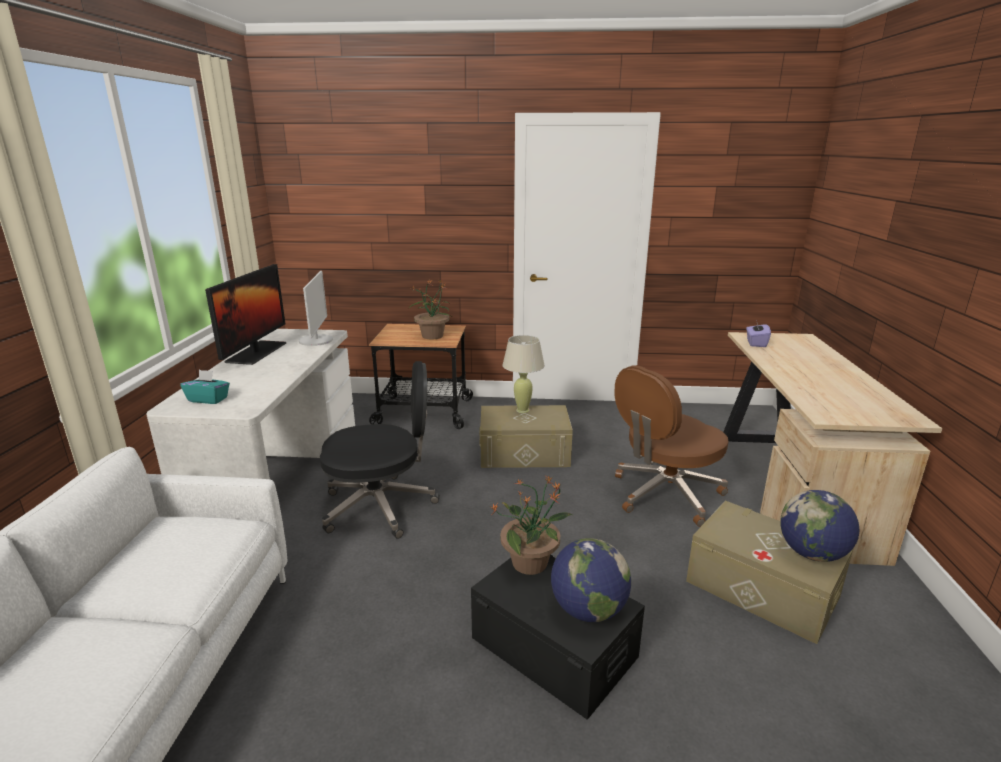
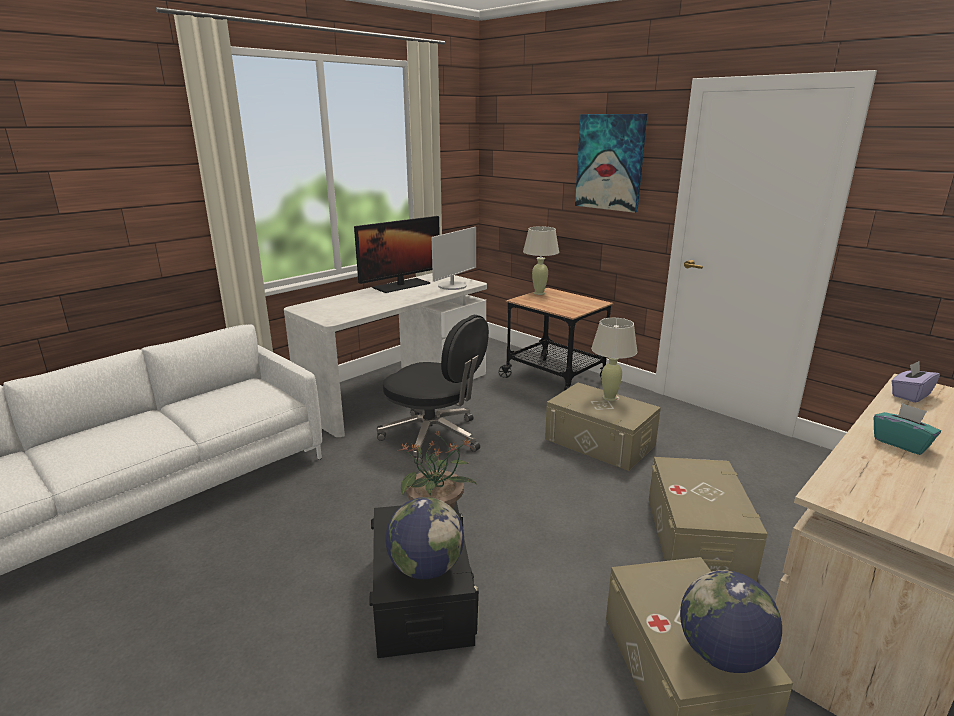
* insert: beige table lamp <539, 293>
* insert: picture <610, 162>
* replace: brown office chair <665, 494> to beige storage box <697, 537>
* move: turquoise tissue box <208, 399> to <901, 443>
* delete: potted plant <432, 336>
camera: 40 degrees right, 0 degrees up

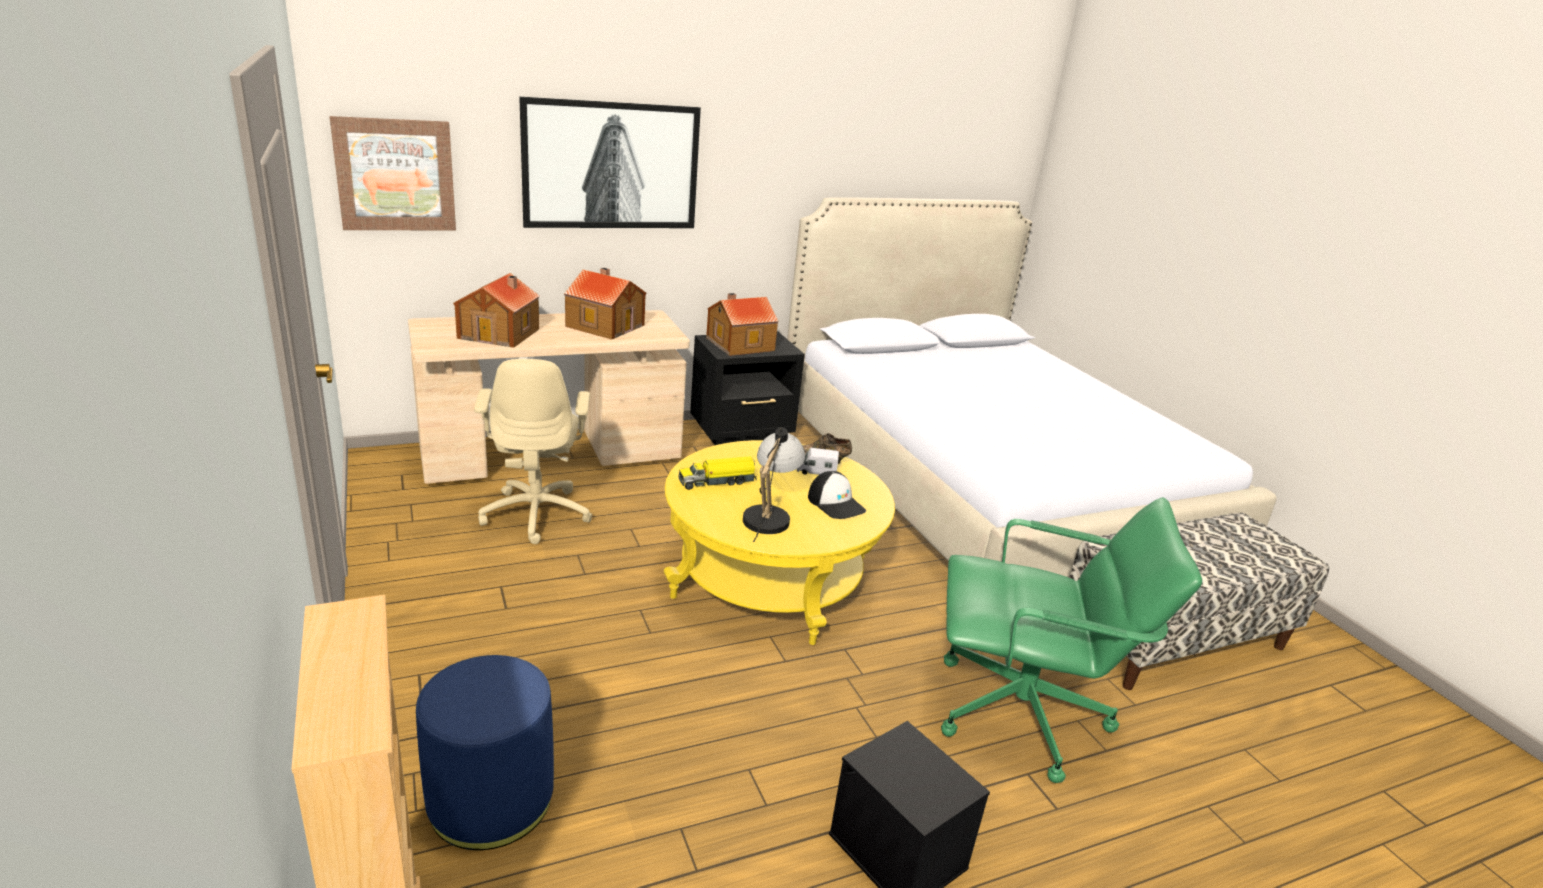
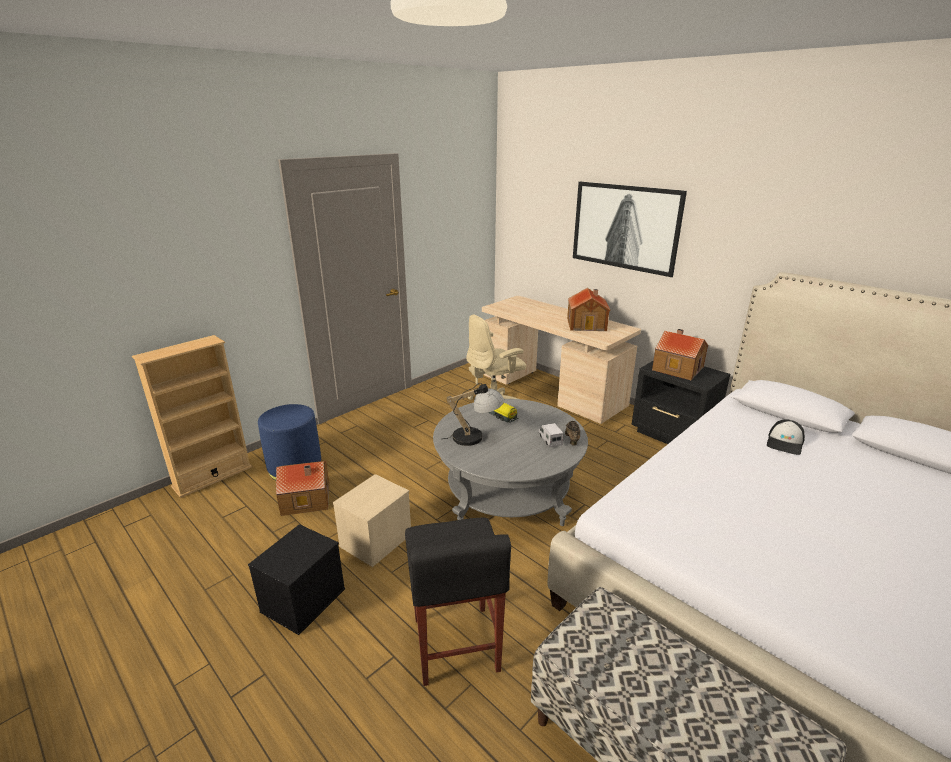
* move: toy house <501, 333> to <306, 499>
* insert: beige storage box <376, 541>
* replace: green office chair <1022, 715> to black stool <455, 645>
* recolor: yellow coffee table <770, 581> to grey coffee table <508, 493>
* move: cap <836, 504> to <785, 443>
* delete: picture <395, 175>
camera: 70 degrees right, 0 degrees up

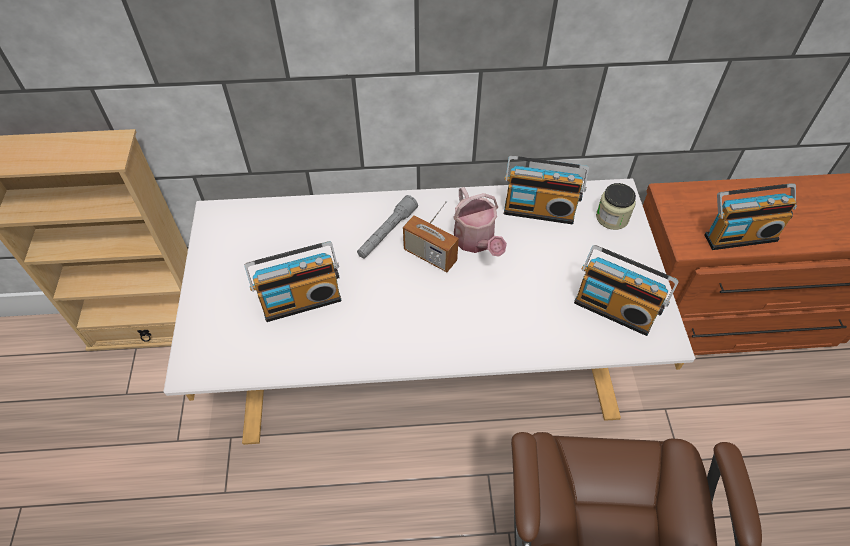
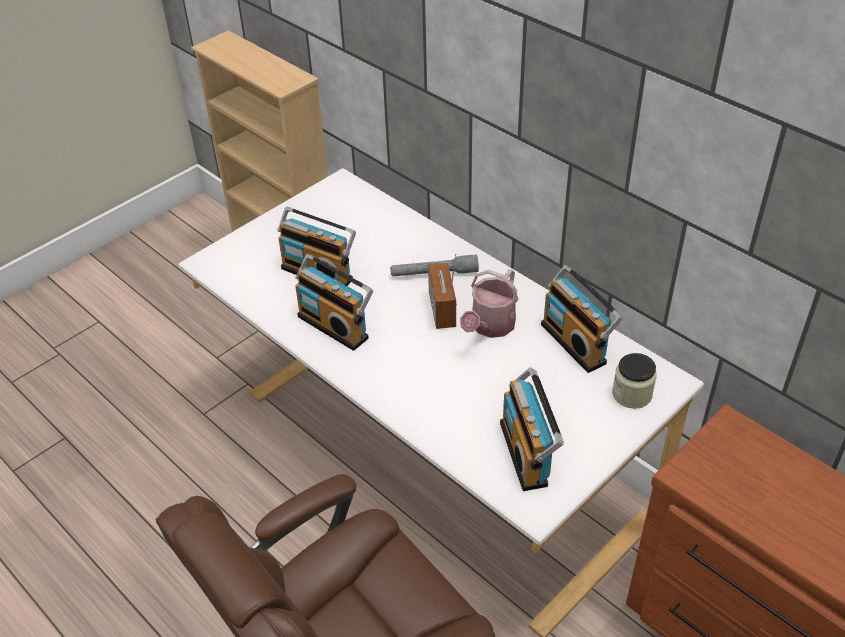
* move: radio <739, 235> to <335, 325>
camera: 50 degrees right, 10 degrees down

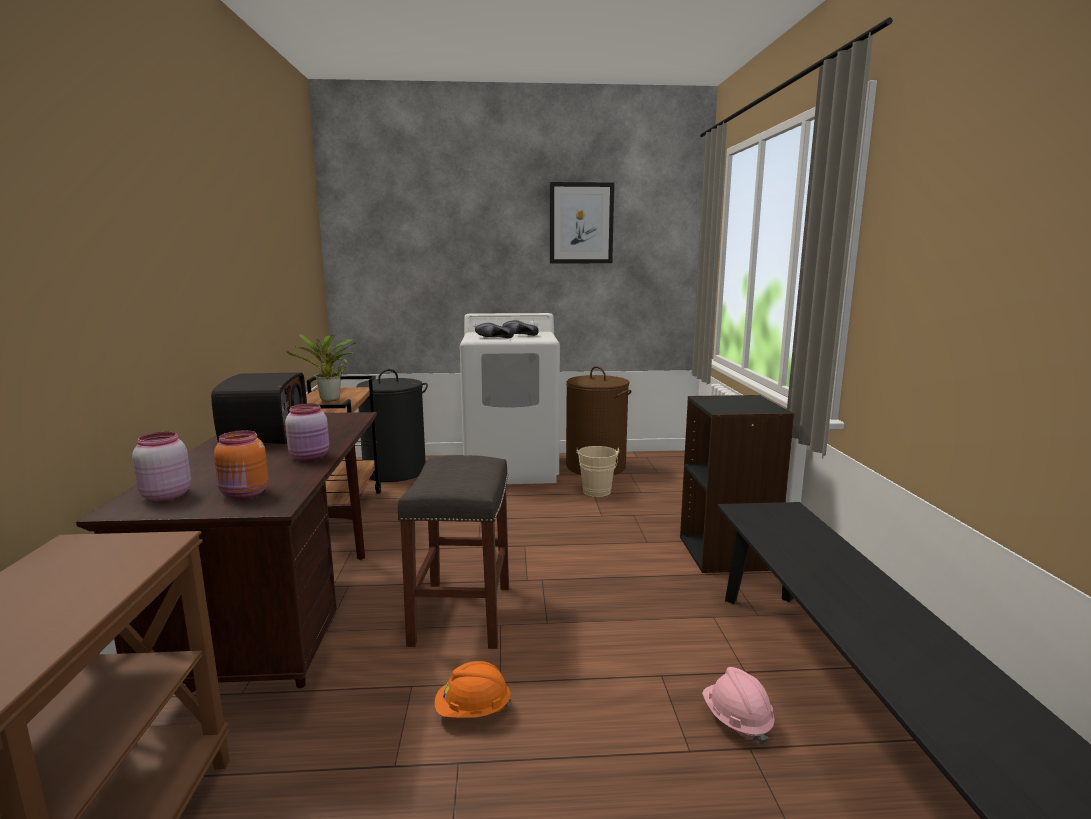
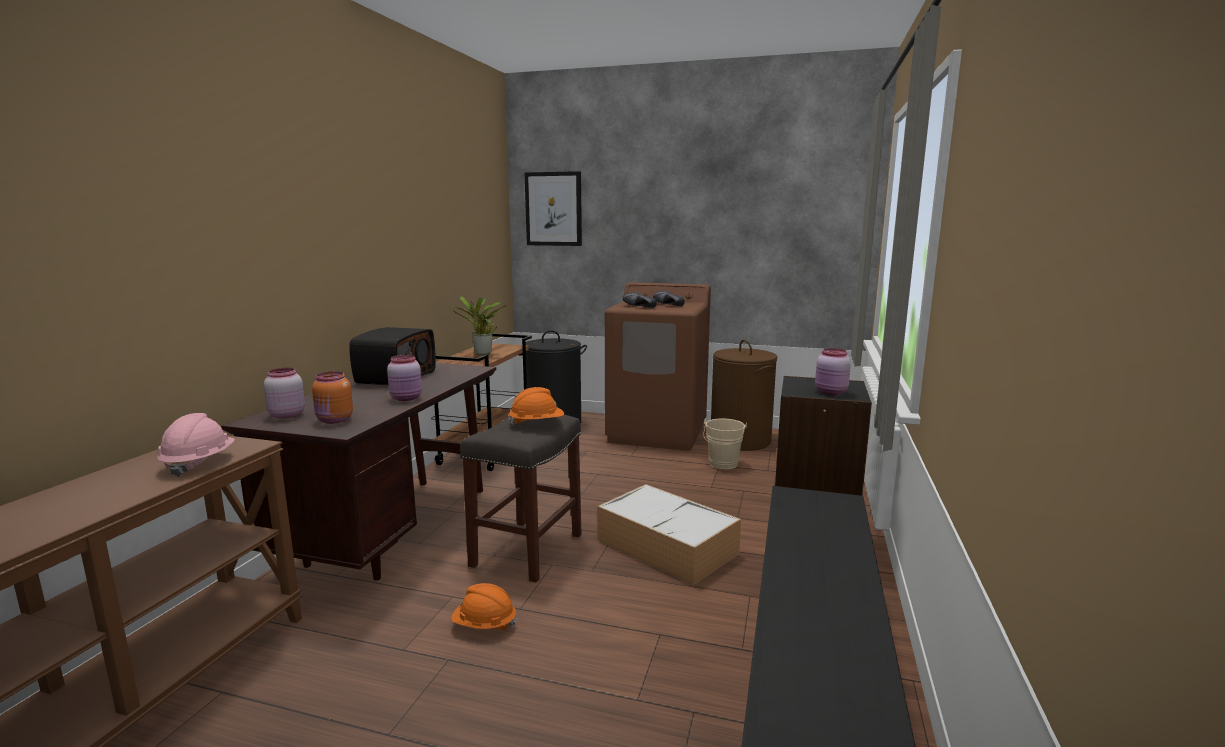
* move: pink hard hat <736, 720> to <199, 463>
* insert: orange hard hat <537, 424>
* move: picture <581, 223> to <553, 209>
* insert: storage box <668, 547>
* recolor: white washing machine <512, 468> to brown washing machine <658, 433>
* insert: pink jar <831, 392>
camera: 20 degrees right, 0 degrees up

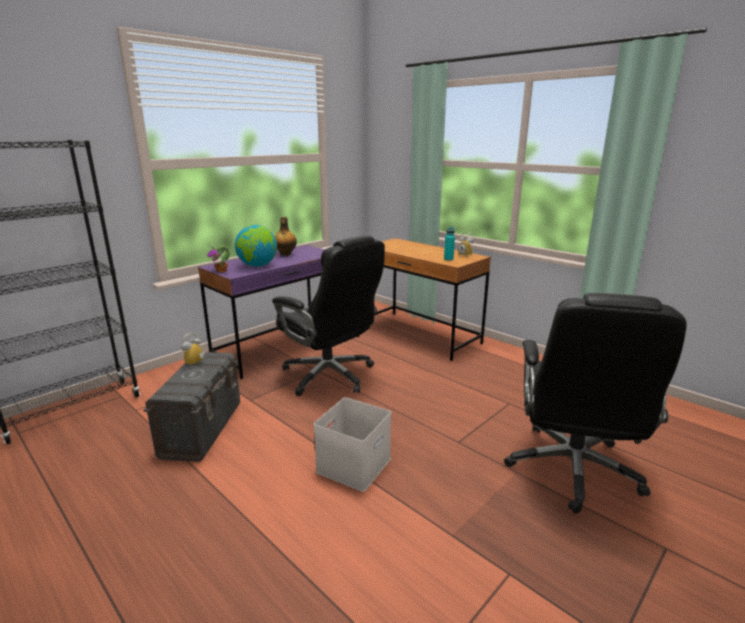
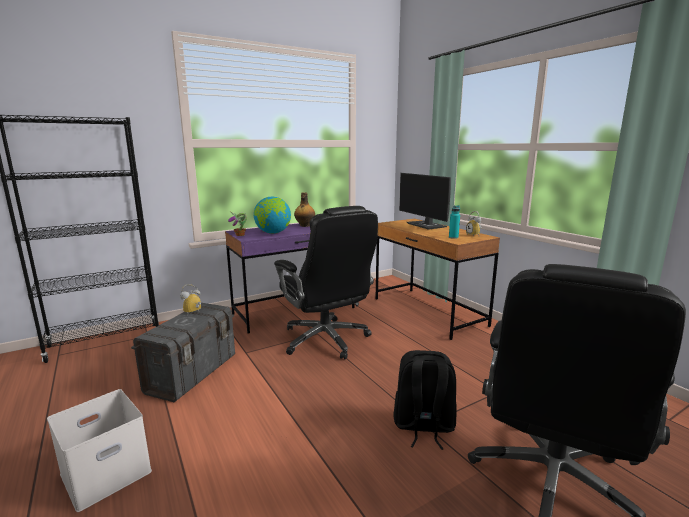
* move: white storage box <354, 466> to <105, 474>
* insert: black backpack <423, 426>
* insert: monitor <426, 225>
camera: 15 degrees right, 5 degrees down

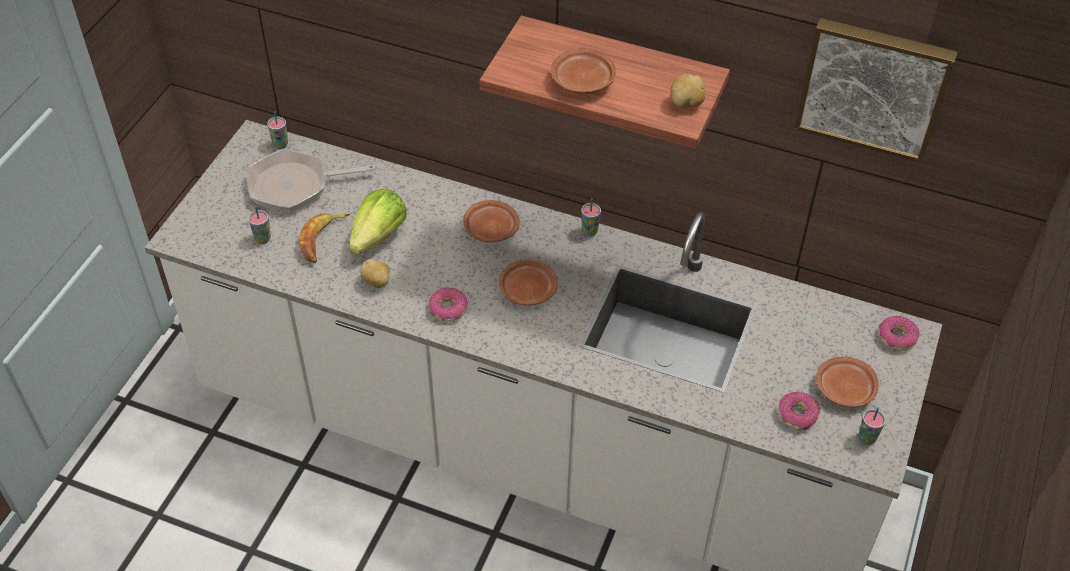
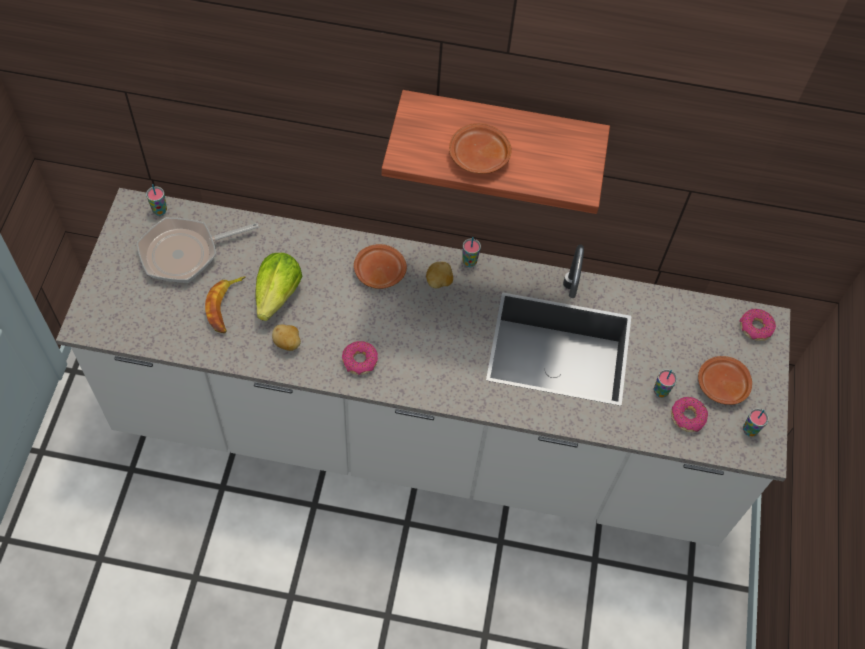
* move: potato <686, 103> to <439, 282>
* move: cup <263, 239> to <660, 391>
* delete: brown plate <527, 289>
* delete: picture <873, 87>
camera: 15 degrees left, 10 degrees up

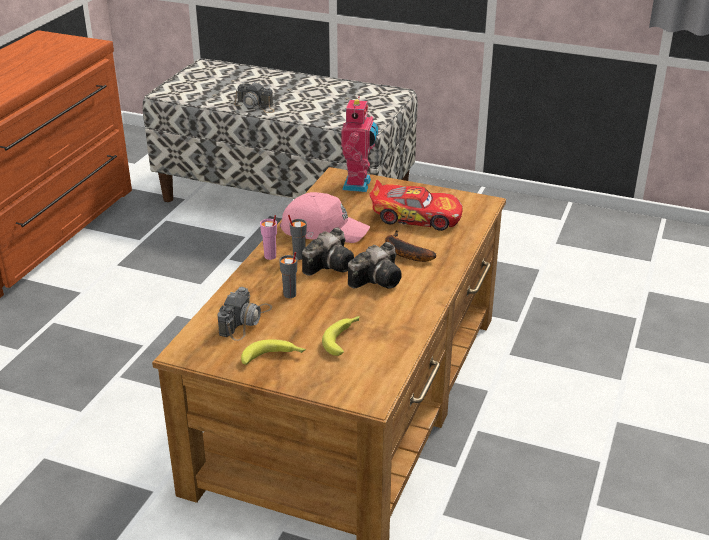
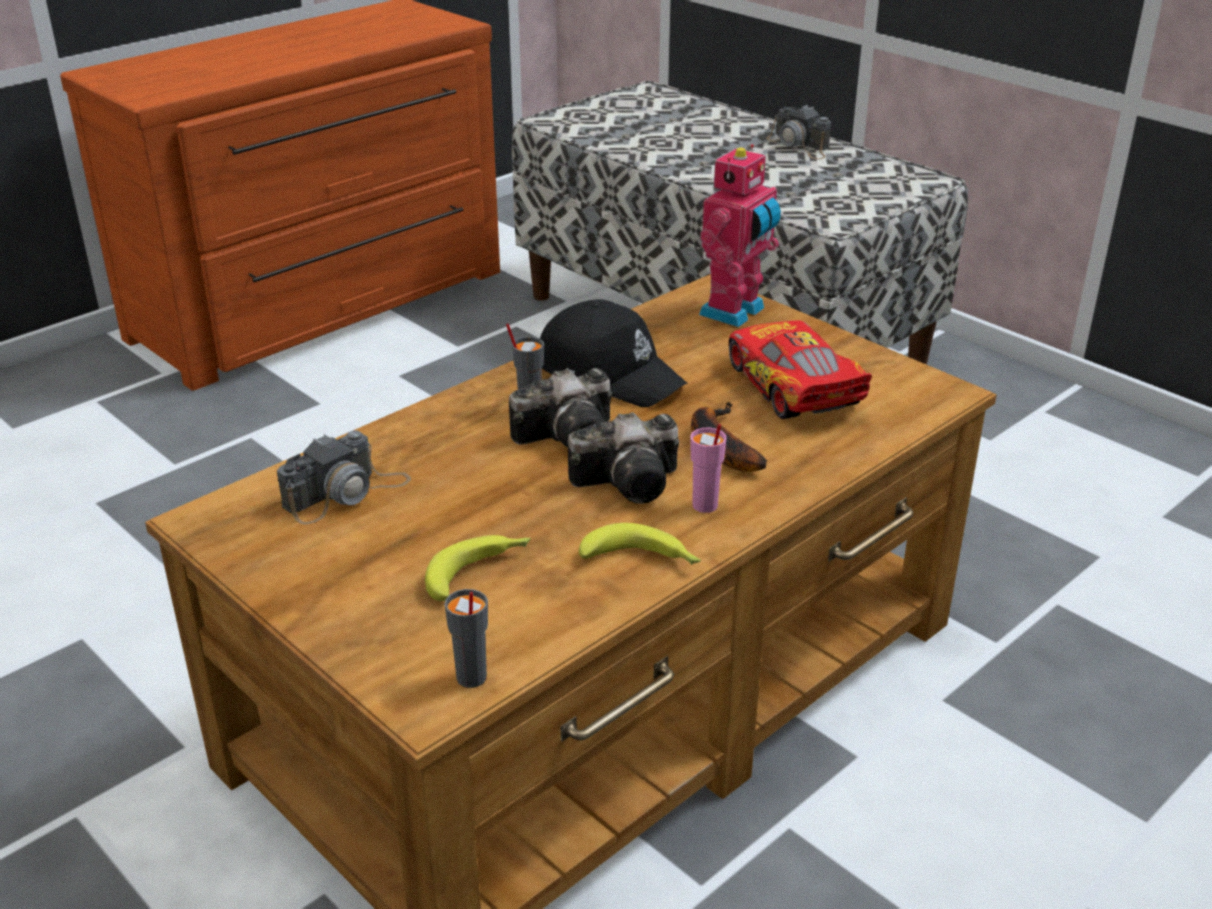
* move: grey cup <290, 295> to <471, 678>
* recolor: pink cap <323, 230> to black cap <610, 373>
* move: banana <274, 357> to <642, 560>
* move: pink cup <270, 256> to <704, 506>
* rotate: toy car <415, 216> = <793, 388> 150 degrees counterclockwise
* move: photo camera <255, 106> to <800, 145>
camera: 25 degrees right, 0 degrees up

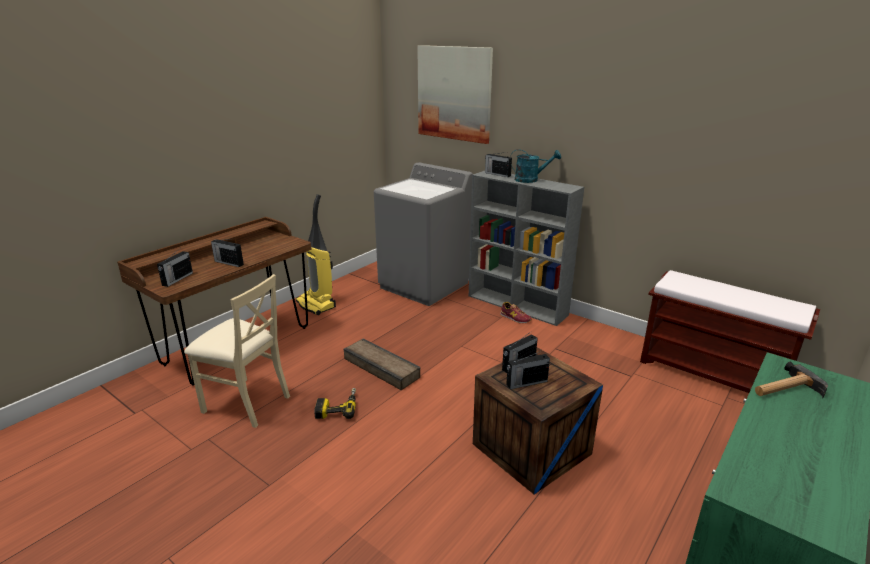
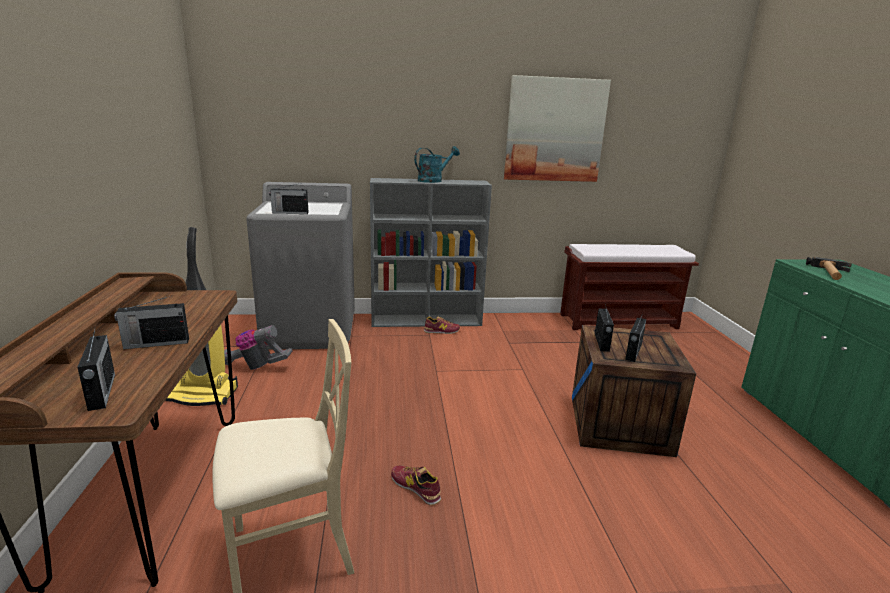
* insert: vacuum cleaner <253, 367>
* move: radio <497, 174> to <289, 213>
* replace: power drill <337, 408> to shoe <416, 488>
* move: picture <454, 93> to <555, 130>
* delete: crate <382, 367>
camera: 45 degrees left, 5 degrees down

